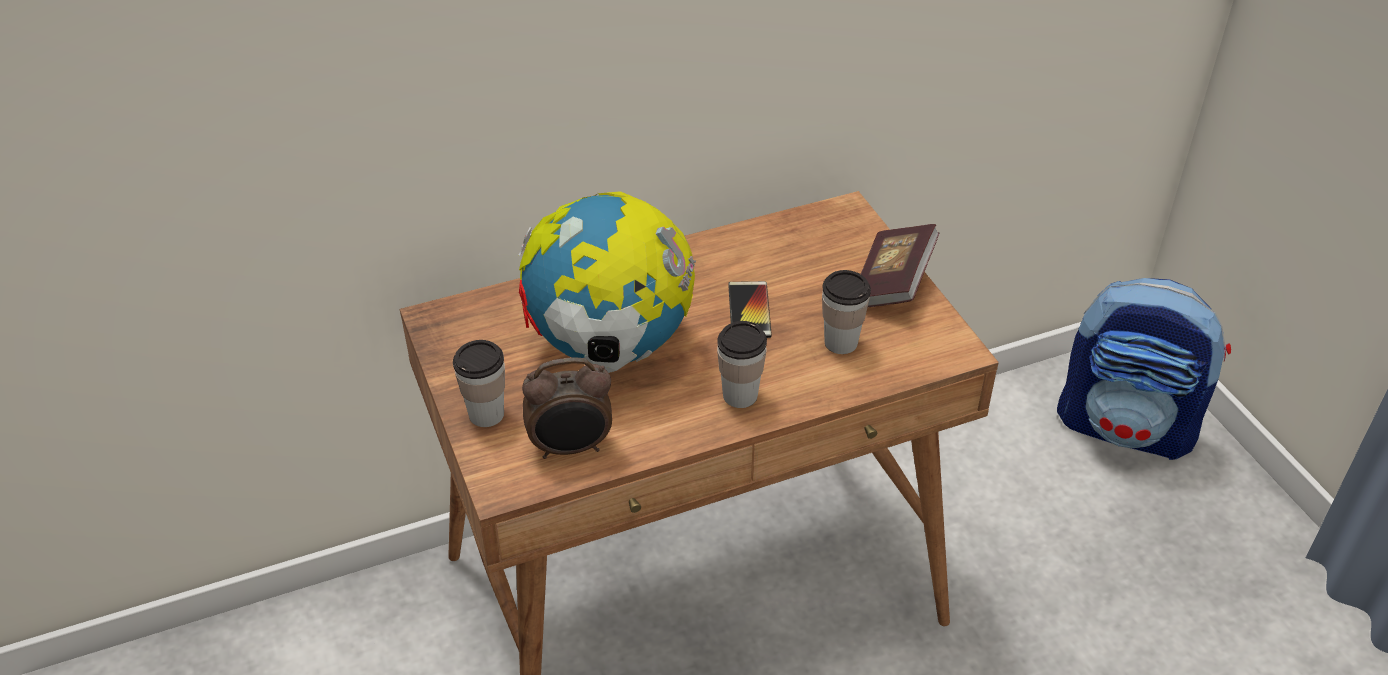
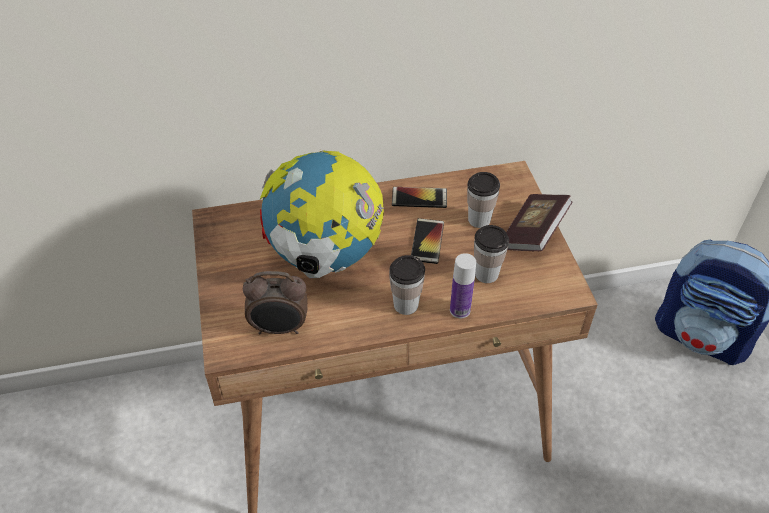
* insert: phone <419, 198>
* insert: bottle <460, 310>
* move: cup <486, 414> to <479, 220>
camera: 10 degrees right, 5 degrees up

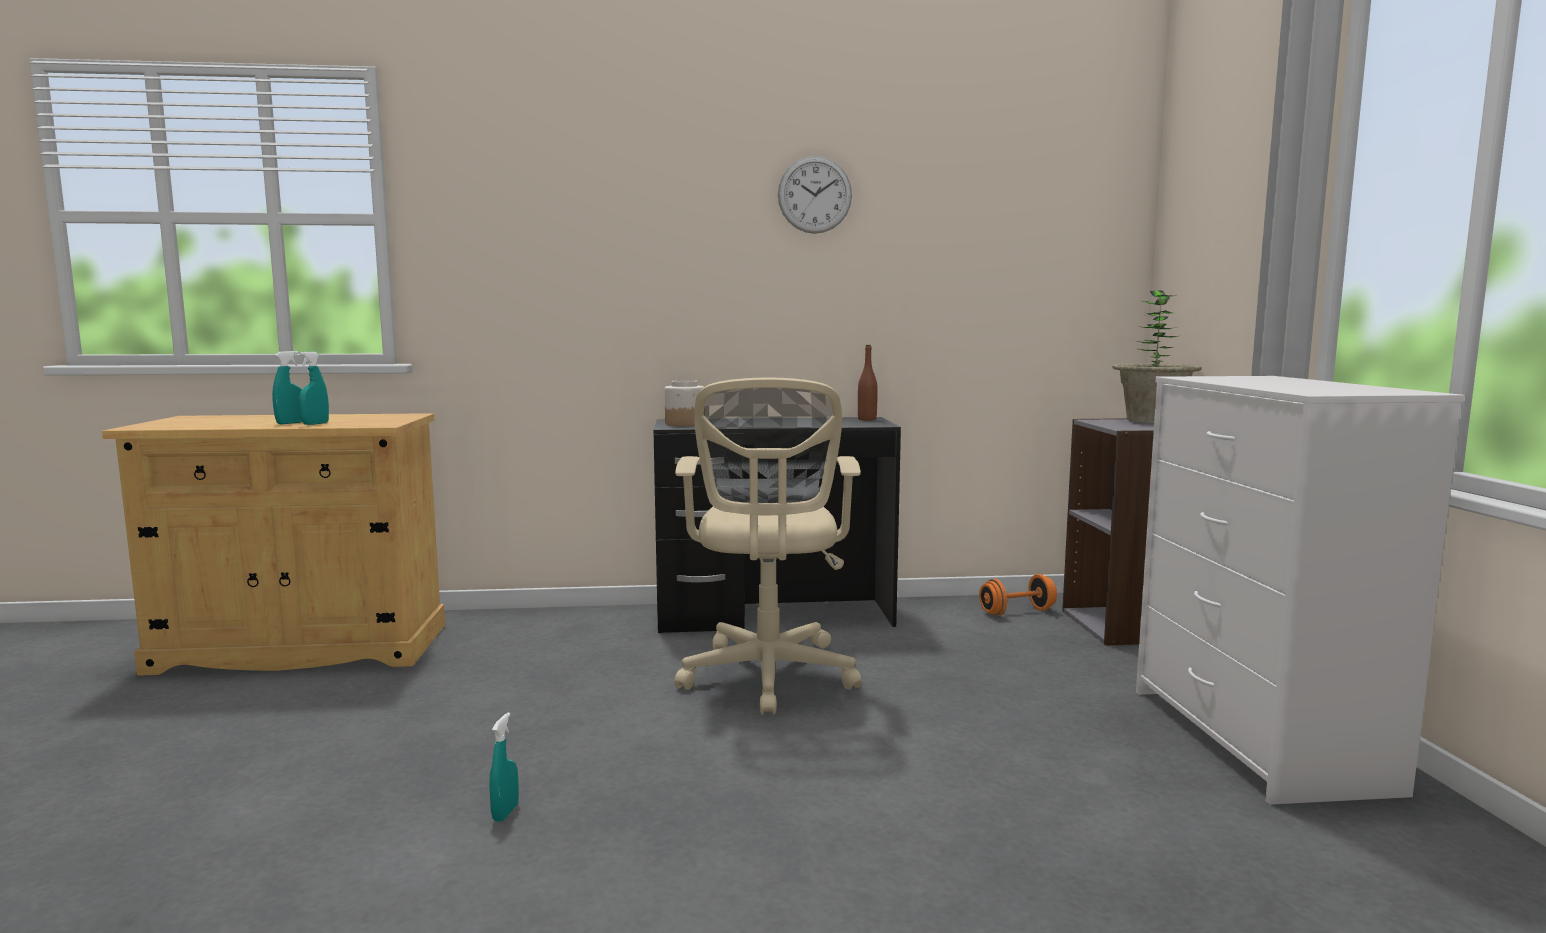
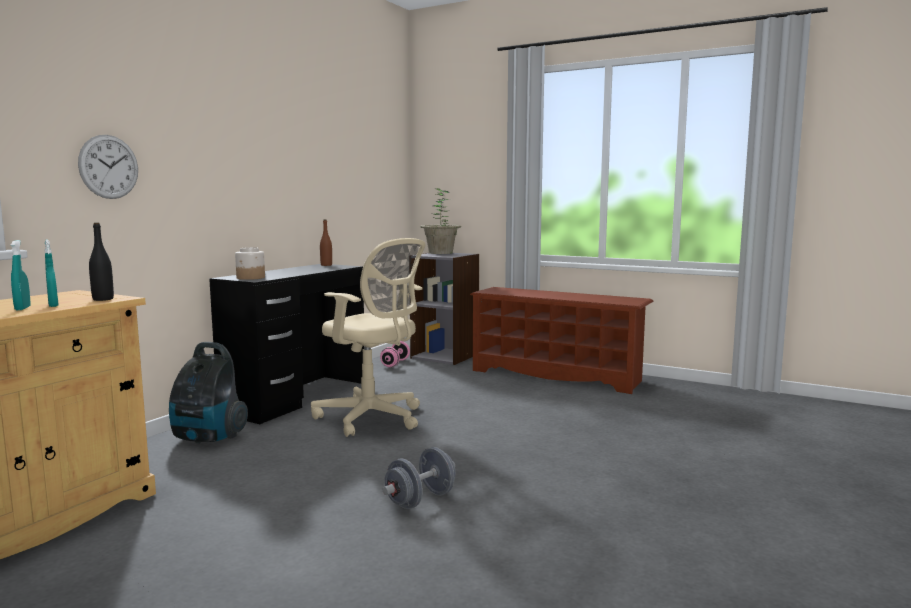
* move: wall clock <814, 195> to <109, 167>
* insert: black bottle <103, 299>
* insert: vacuum cleaner <208, 438>
* recolor: orange dumbbell <1017, 612> to pink dumbbell <395, 363>
* replace: turquoise spray bottle <505, 813> to grey dumbbell <420, 500>
* replace: white dresser <1259, 739> to brown shoe rack <557, 375>
camera: 55 degrees left, 0 degrees up

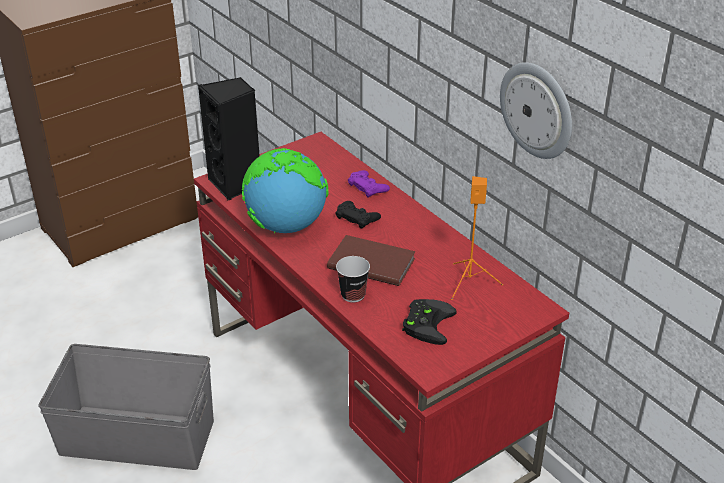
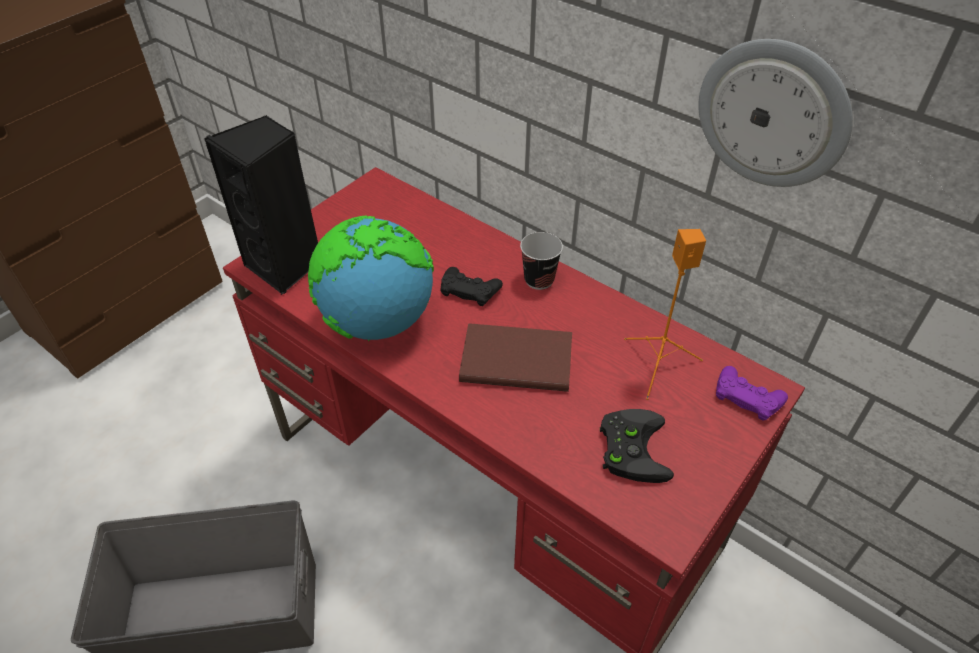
* move: cup <353, 295> to <539, 280>
* move: purple game controller <368, 187> to <747, 397>
camera: 15 degrees left, 10 degrees up

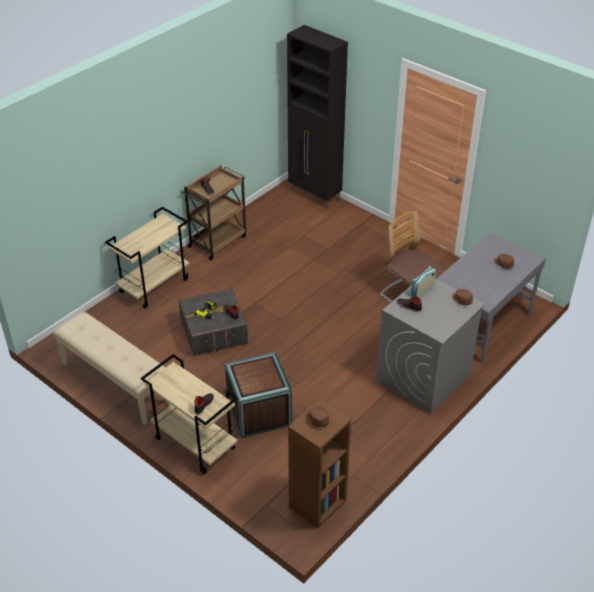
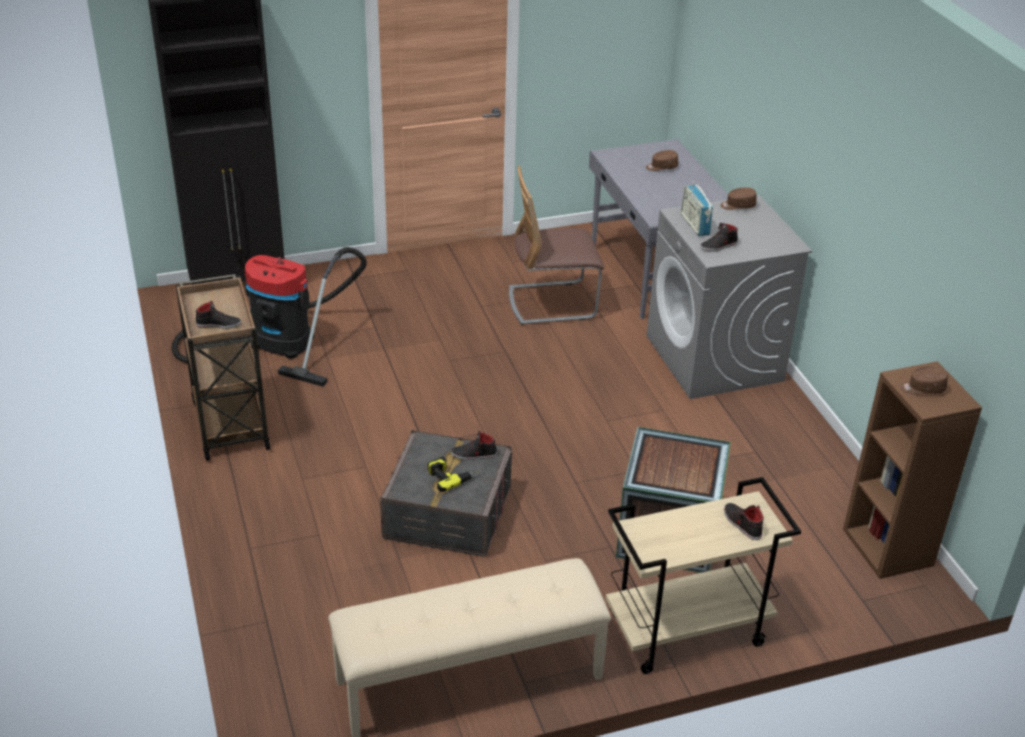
* insert: vacuum cleaner <274, 341>
* delete: beige cart <154, 285>
camera: 60 degrees left, 5 degrees down

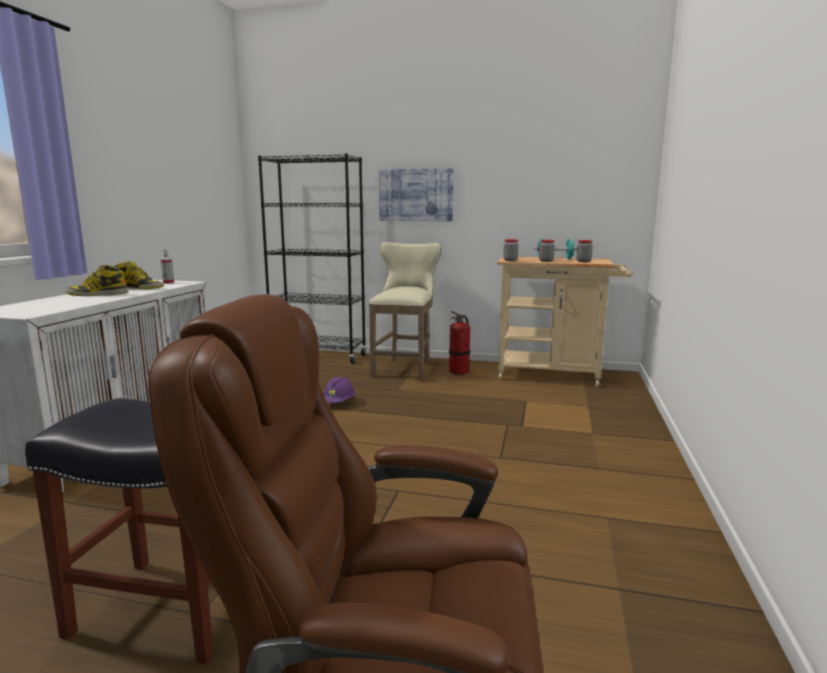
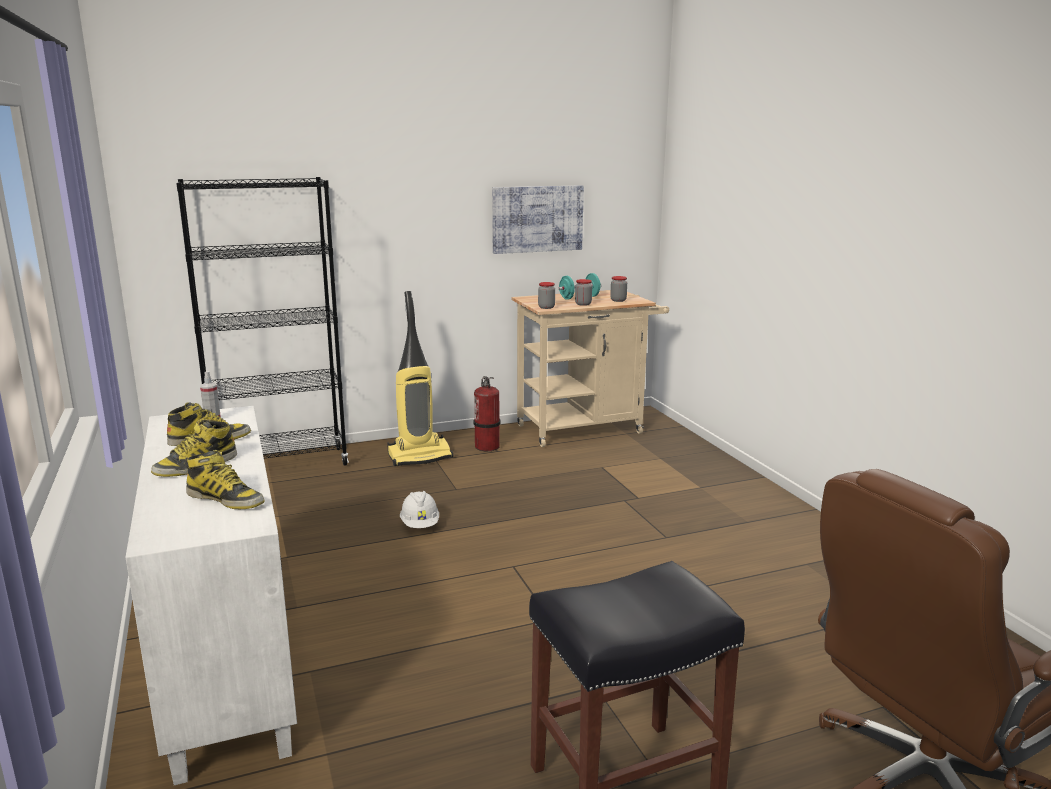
* insert: boot <226, 499>
* replace: beige stool <405, 368> to vacuum cleaner <420, 456>
* recolor: purple hard hat <338, 403> to white hard hat <420, 524>
* move: picture <416, 195> to <537, 219>
camera: 35 degrees left, 5 degrees up

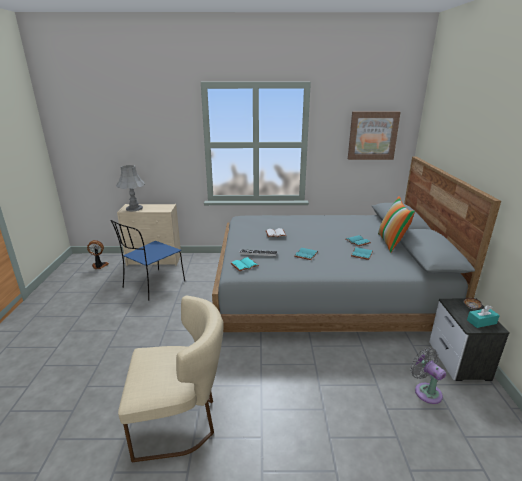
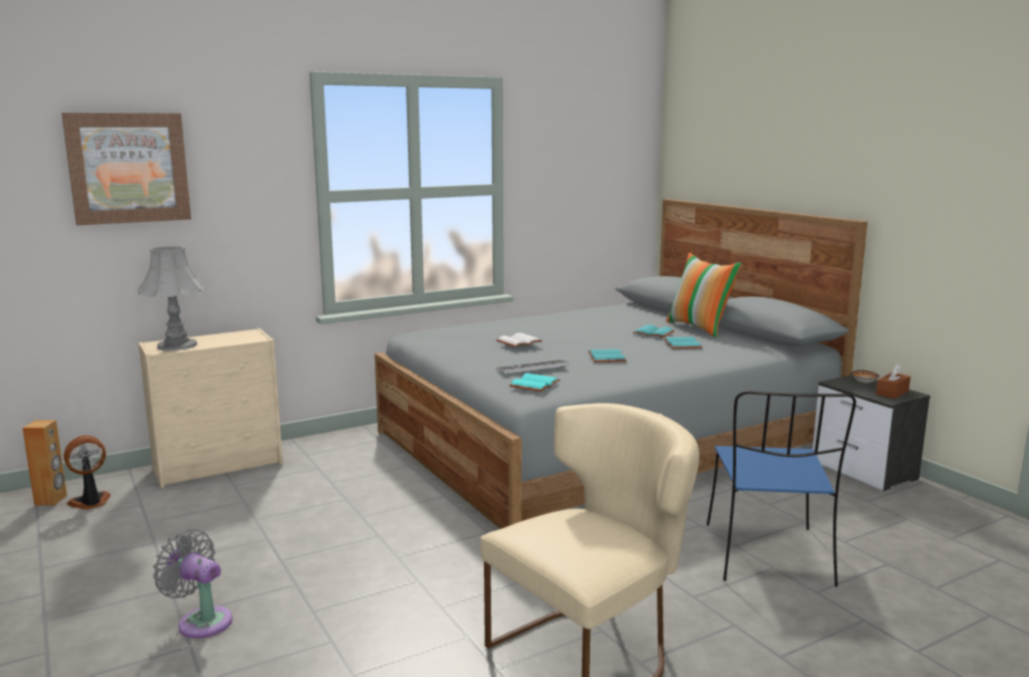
* insert: brown speaker <51, 500>
* move: picture <372, 135> to <128, 168>
* move: grey fan <425, 391> to <201, 621>
* move: blue chair <153, 285> to <769, 556>
* recolor: turquoise tissue box <481, 322> to brown tissue box <892, 392>
camera: 30 degrees left, 10 degrees down

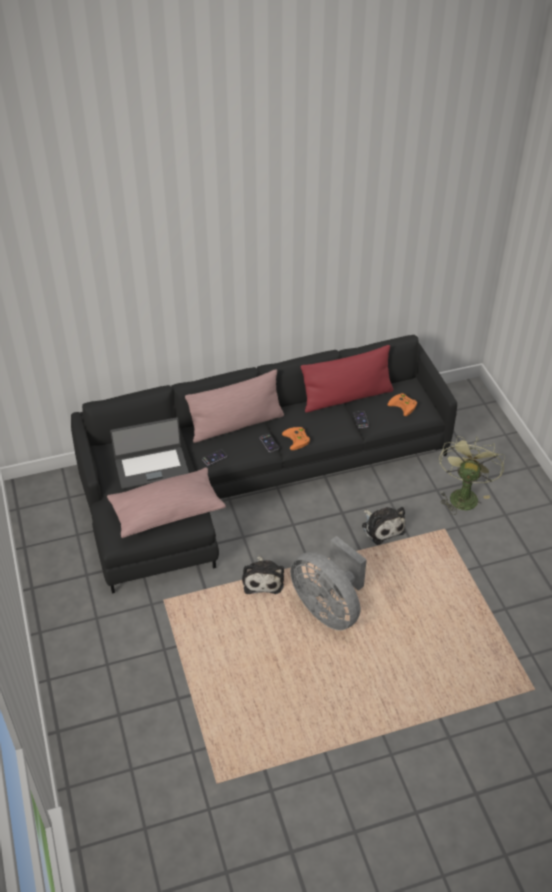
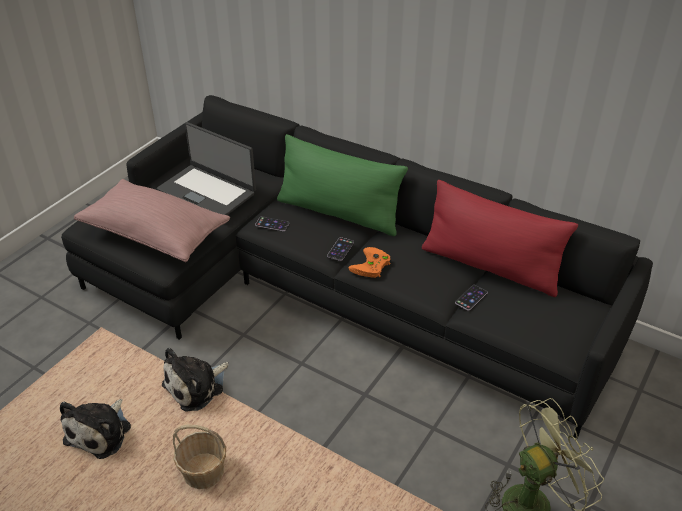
* move: plush toy <382, 527> to <101, 431>
* replace: grey fan <328, 608> to basket <204, 472>
* recolor: pink pillow <236, 425> to green pillow <338, 213>
* delete: orange game controller <404, 405>
camera: 50 degrees right, 5 degrees down

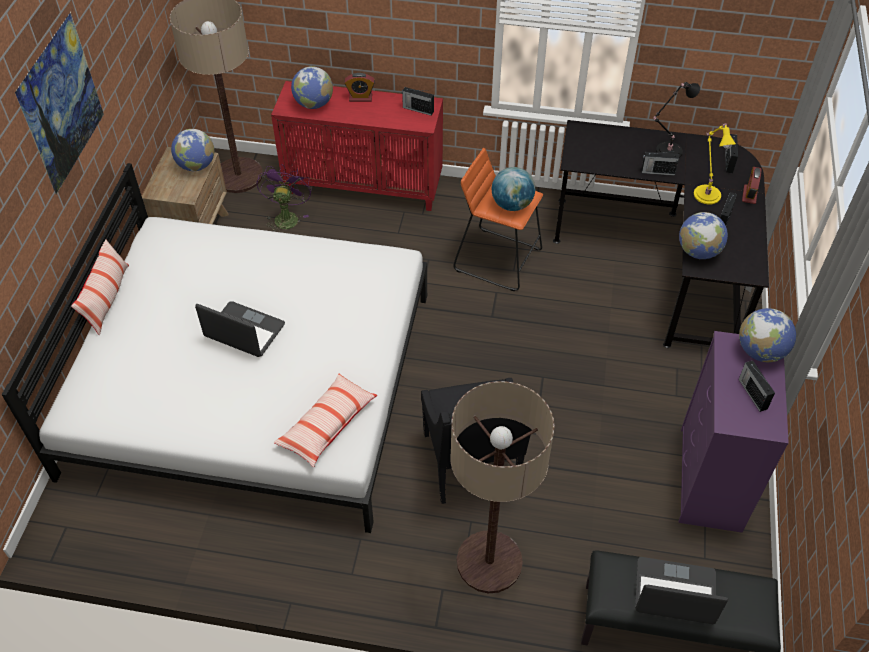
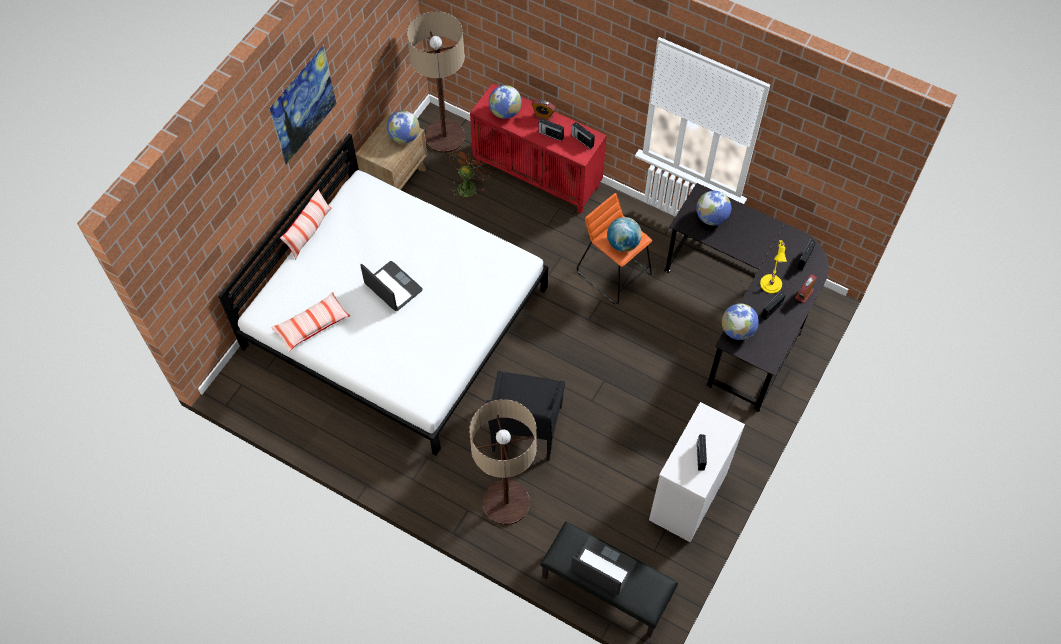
* move: pillow <327, 425> to <312, 325>
* recolor: purple fan <286, 216> to brown fan <468, 185>
* move: radio <657, 171> to <550, 134>
* recolor: purple dresser <710, 480> to white dresser <687, 498>
* move: globe <760, 351> to <711, 217>
* delete: black table lamp <667, 151>
camera: 20 degrees right, 10 degrees up

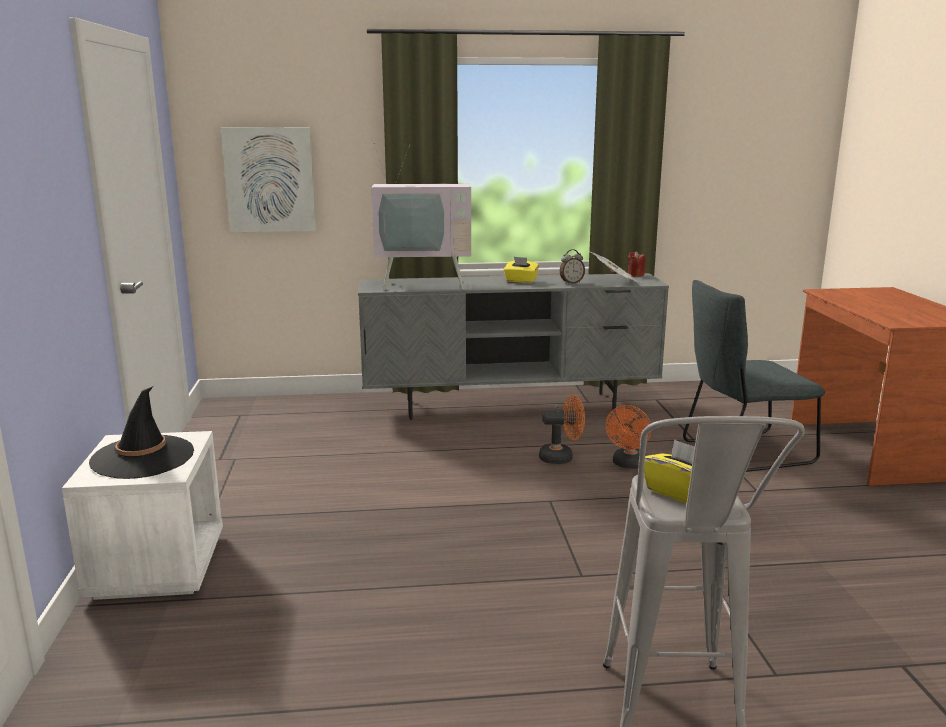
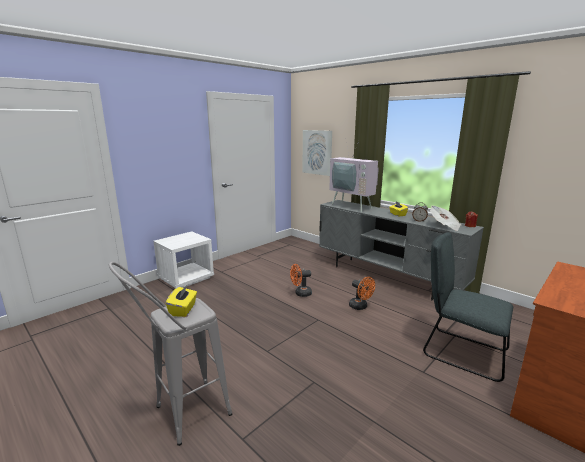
* move: orange fan <628, 465> to <300, 293>
* delete: black hat <143, 457>
camera: 50 degrees right, 0 degrees up

